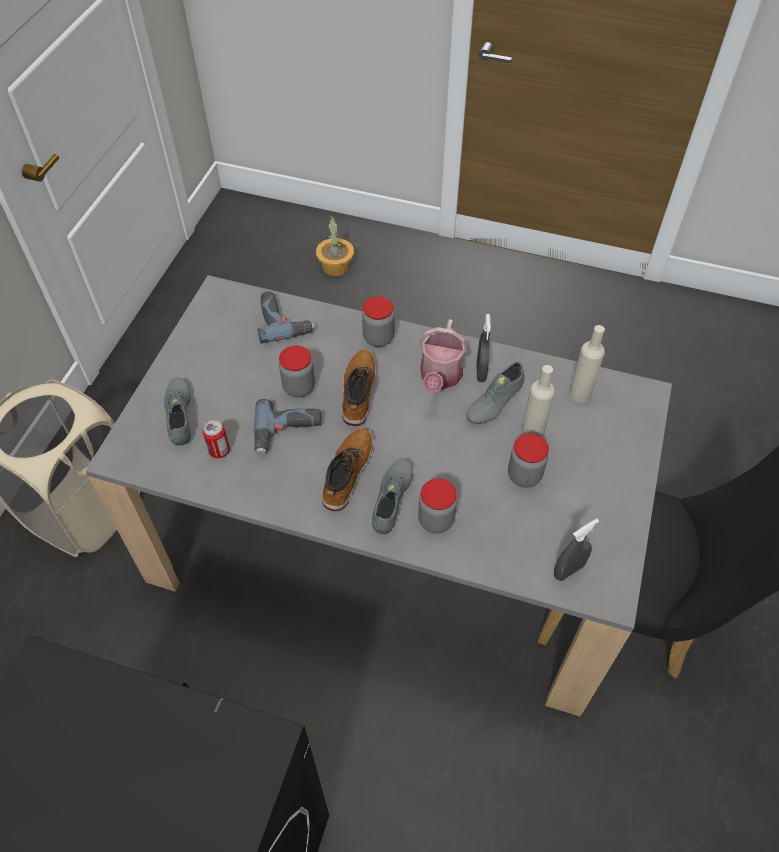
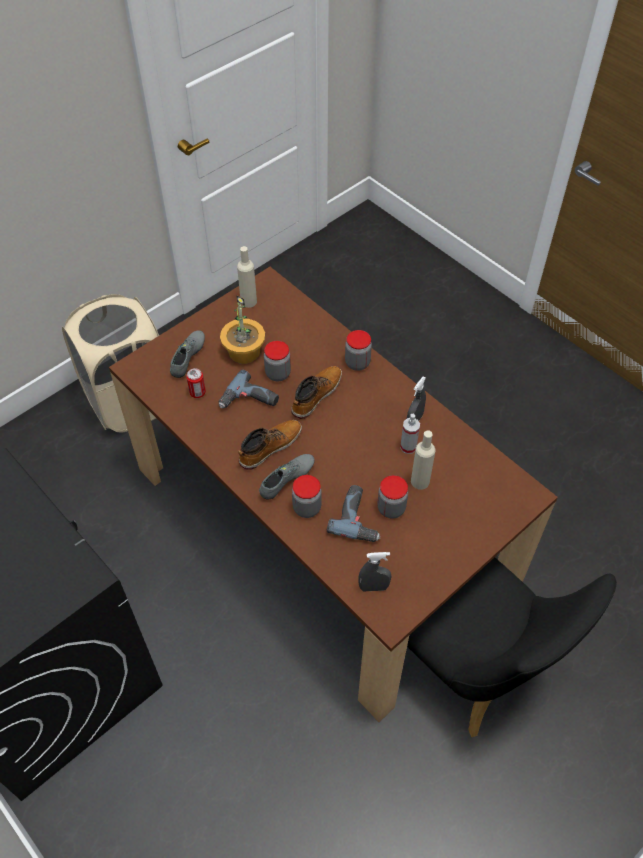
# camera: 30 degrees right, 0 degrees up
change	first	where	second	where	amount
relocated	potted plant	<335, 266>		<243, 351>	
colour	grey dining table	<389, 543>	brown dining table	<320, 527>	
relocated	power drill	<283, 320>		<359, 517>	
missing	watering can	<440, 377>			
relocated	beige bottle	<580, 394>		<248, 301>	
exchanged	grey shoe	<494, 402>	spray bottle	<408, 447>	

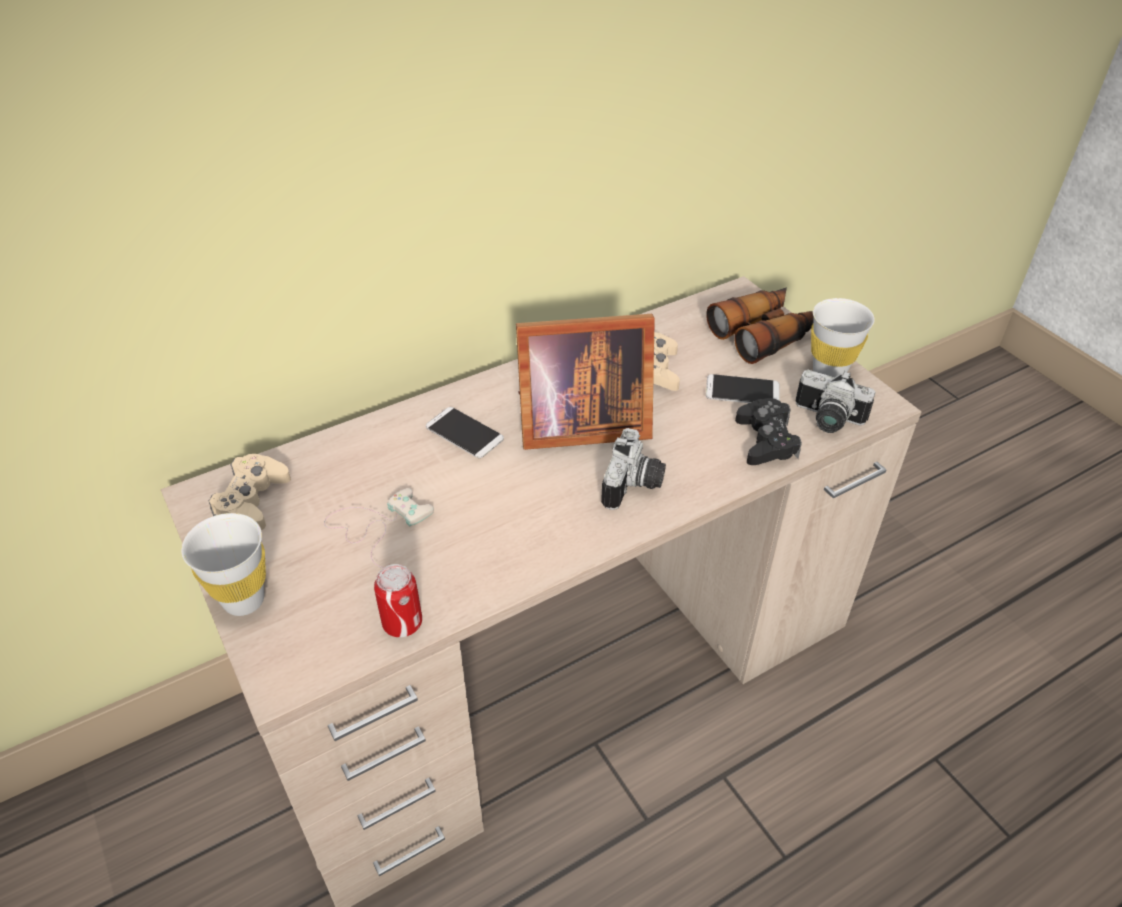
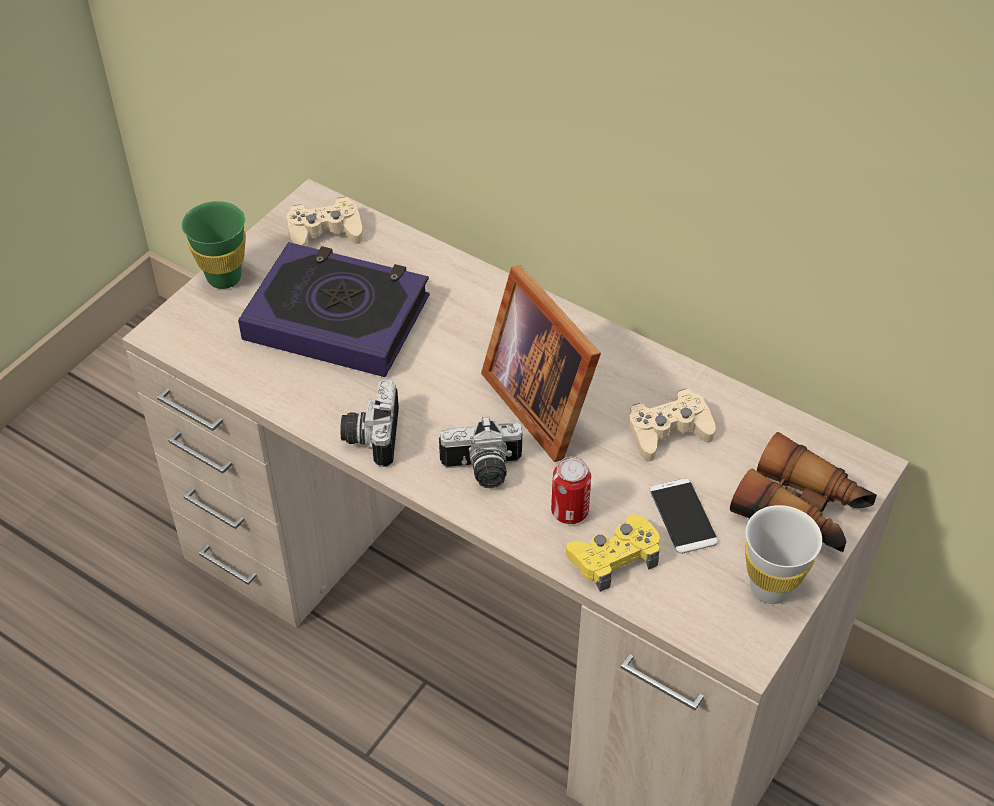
# camera: 65 degrees right, 5 degrees up
change	first	where	second	where	amount
relocated	photo camera	<826, 420>		<370, 436>	
colour	black game controller	<766, 440>	yellow game controller	<614, 557>	
missing	phone	<464, 433>			
exchanged	white game controller	<377, 526>	book	<337, 317>	
colour	white cup	<244, 600>	green cup	<224, 278>	
relocated	can	<402, 623>		<569, 511>	

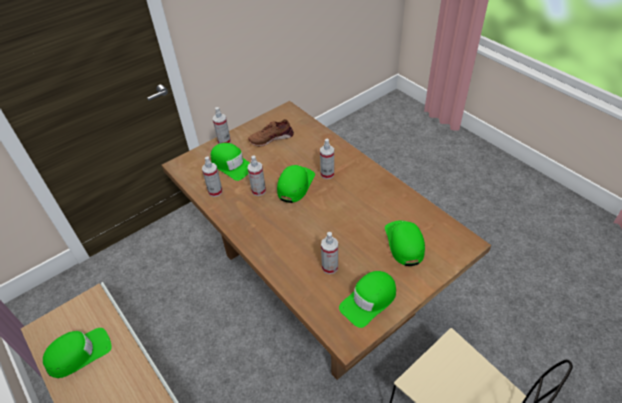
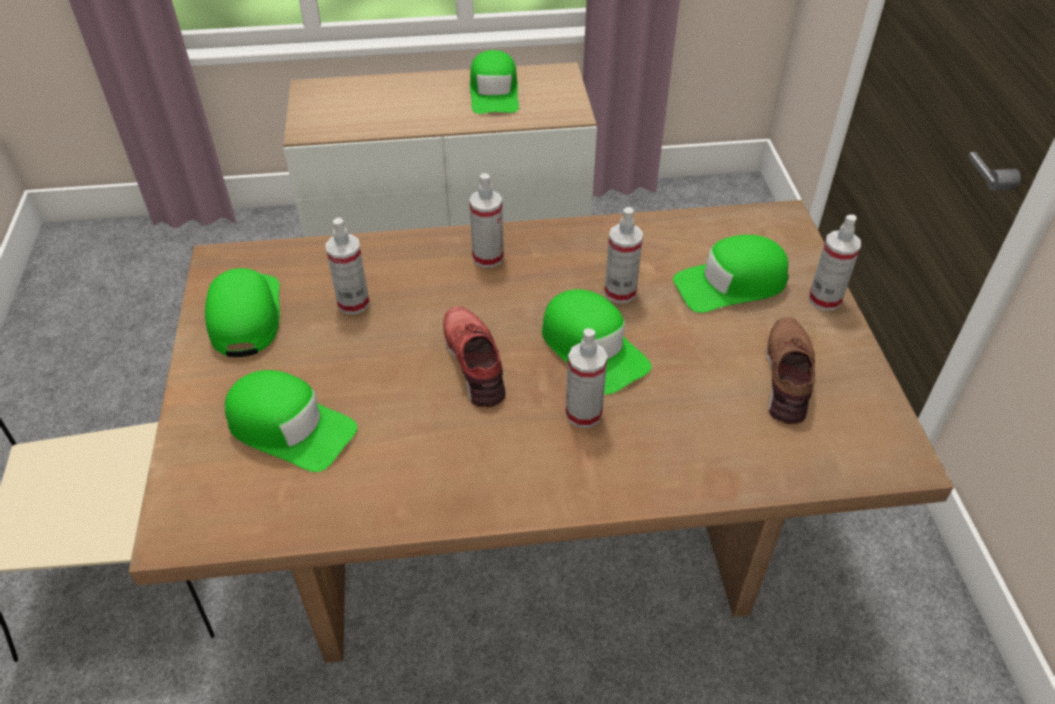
# camera: 120 degrees right, 0 degrees up
change	first	where	second	where	amount
relocated	spray bottle	<215, 191>		<488, 257>	
appeared			red shoe	<476, 362>	

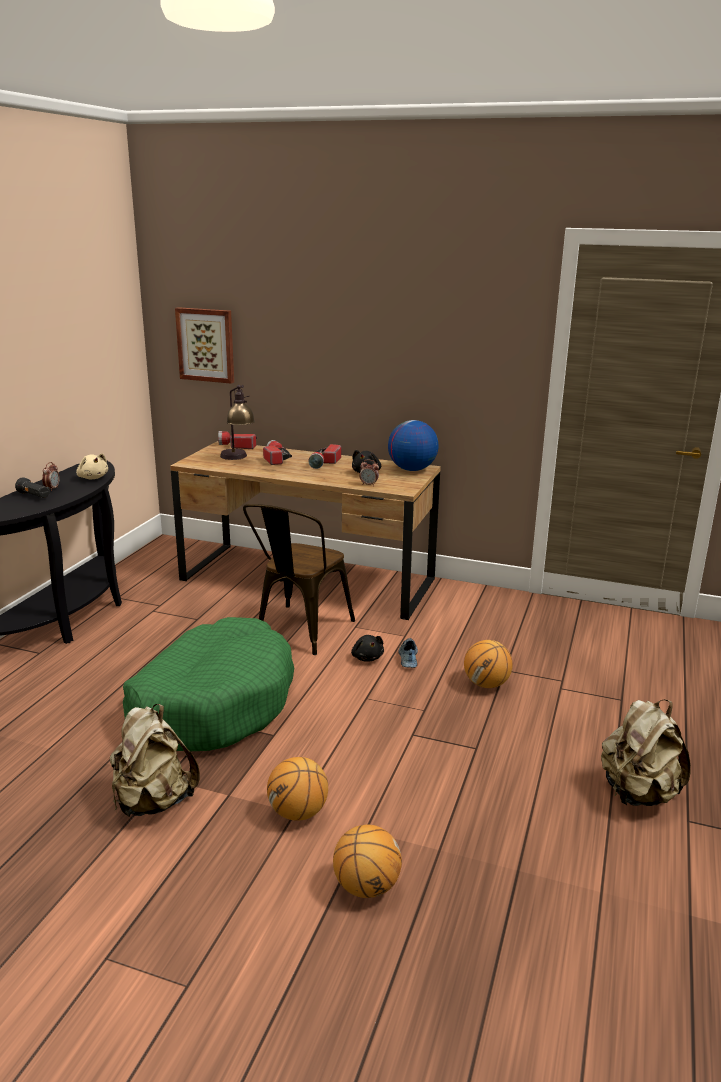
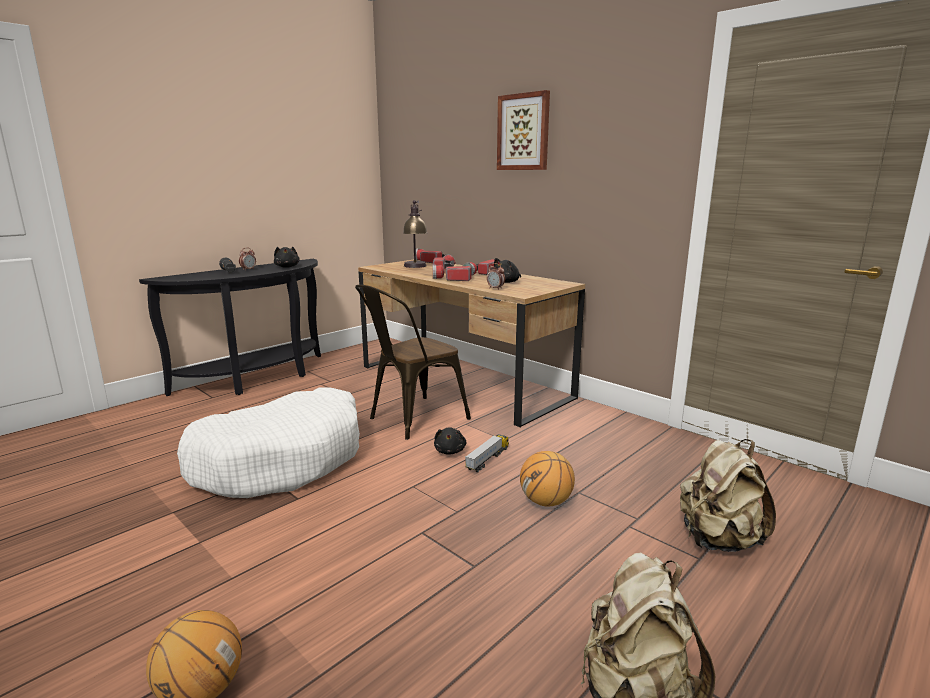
# camera: 25 degrees right, 5 degrees down
change	first	where	second	where	amount
relocated	picture	<206, 345>		<523, 132>	
missing	globe	<411, 469>			
colour	beige plush toy	<93, 478>	black plush toy	<287, 267>	
colour	green dog bed	<212, 703>	white dog bed	<281, 460>	
exchanged	shoe	<407, 658>	toy truck	<488, 459>	
relocated	beige backpack	<153, 801>		<718, 540>	
missing	basketball	<298, 813>			
appeared			flashlight	<451, 279>	

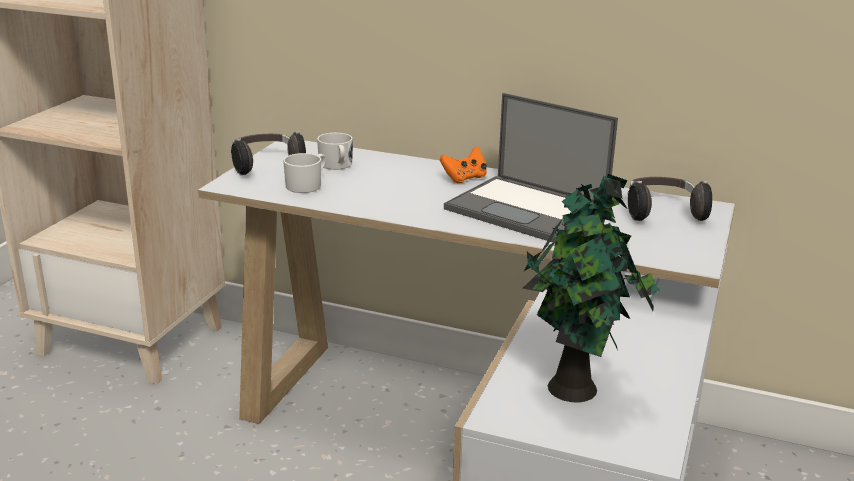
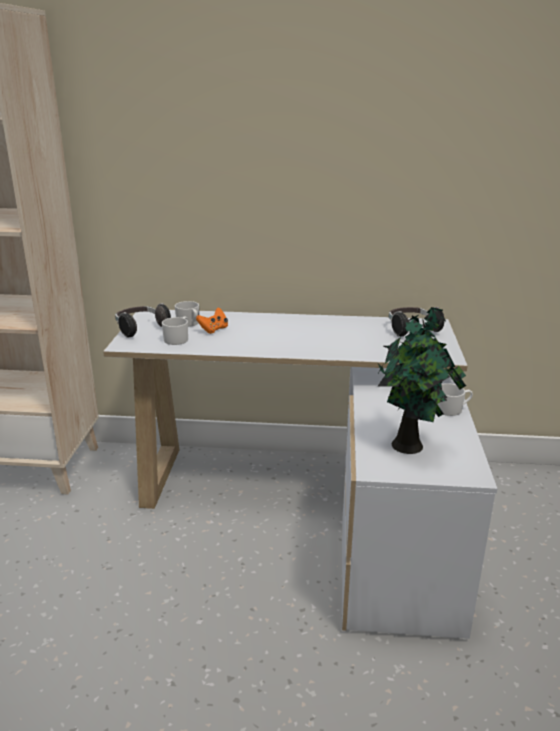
# camera: 15 degrees left, 0 degrees up
change	first	where	second	where	amount
missing	laptop	<528, 210>			
relocated	orange game controller	<464, 178>		<213, 329>	
appeared			white mug	<452, 409>	

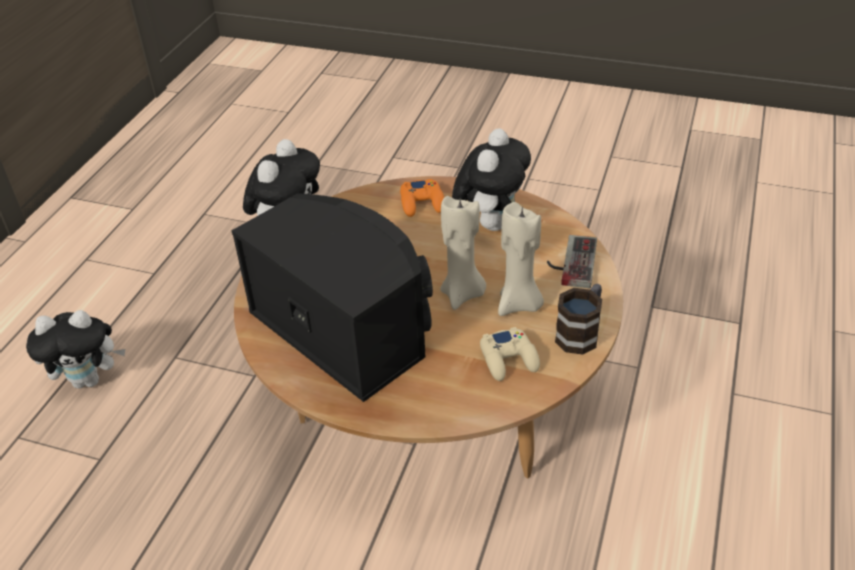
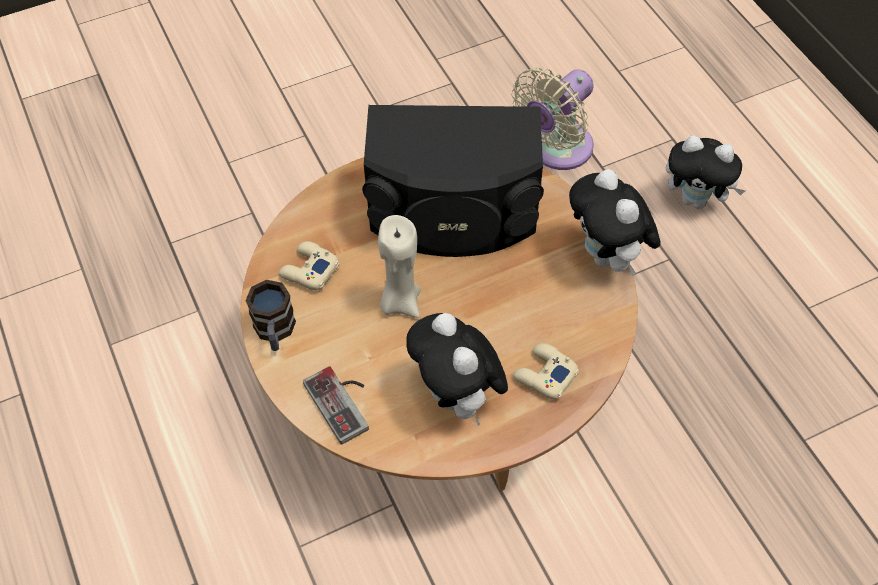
# camera: 135 degrees right, 15 degrees up
change	first	where	second	where	amount
colour	orange game controller	<422, 203>	beige game controller	<544, 375>	
missing	beige candle	<519, 304>			
spun	plush toy	<89, 379>		<696, 199>	105 degrees counterclockwise
appeared			beige fan	<556, 150>	

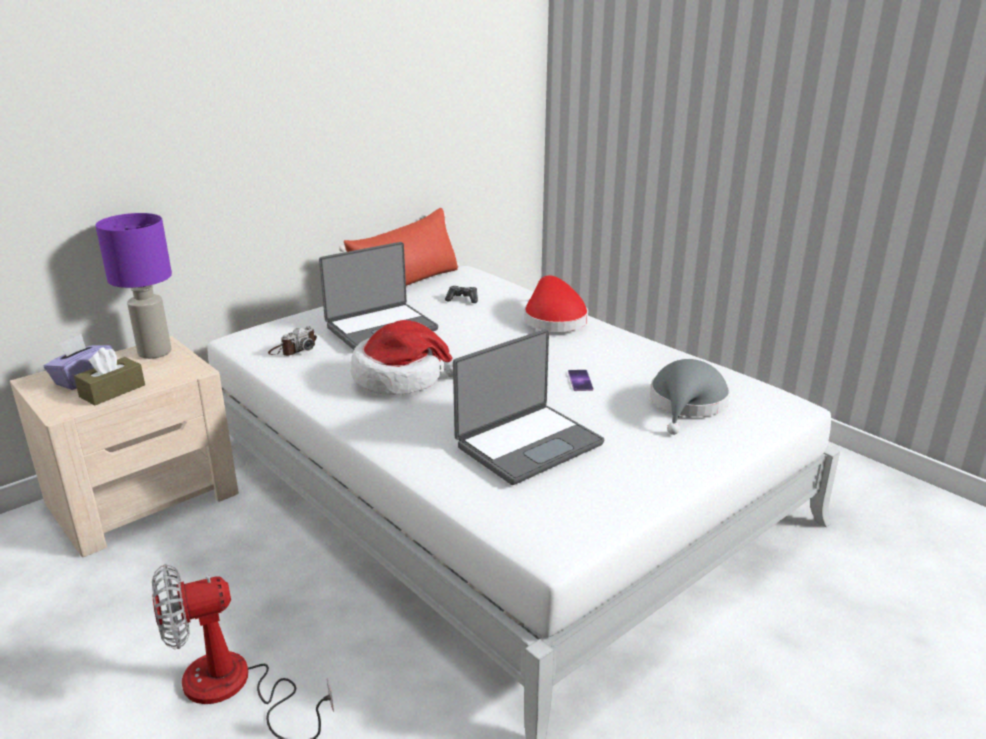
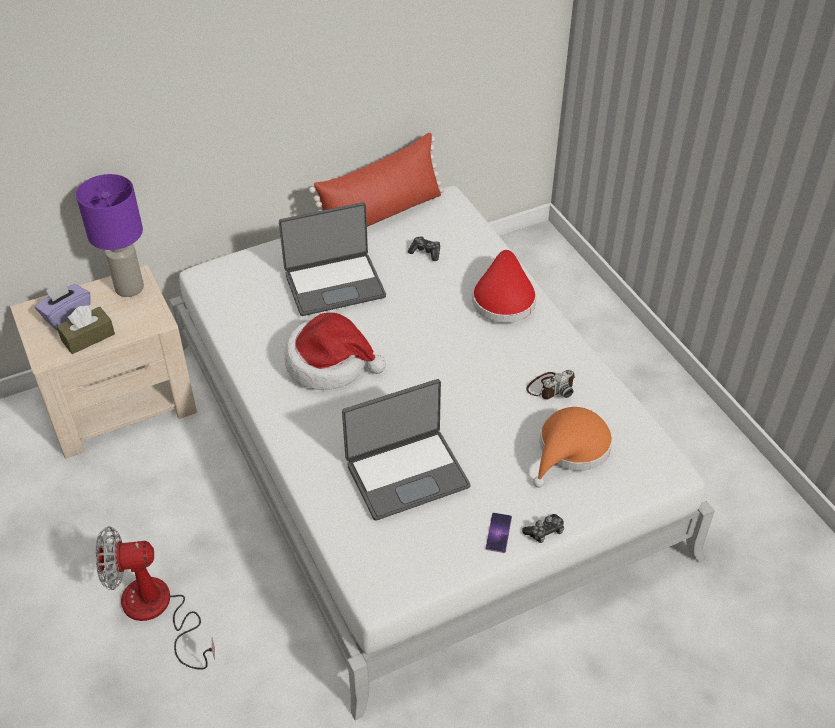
# camera: 15 degrees right, 20 degrees up
change	first	where	second	where	amount
relocated	photo camera	<293, 349>		<550, 387>	
colour	grey hat	<687, 404>	orange hat	<571, 449>	
relocated	phone	<580, 380>		<498, 533>	
appeared			game controller	<544, 532>	

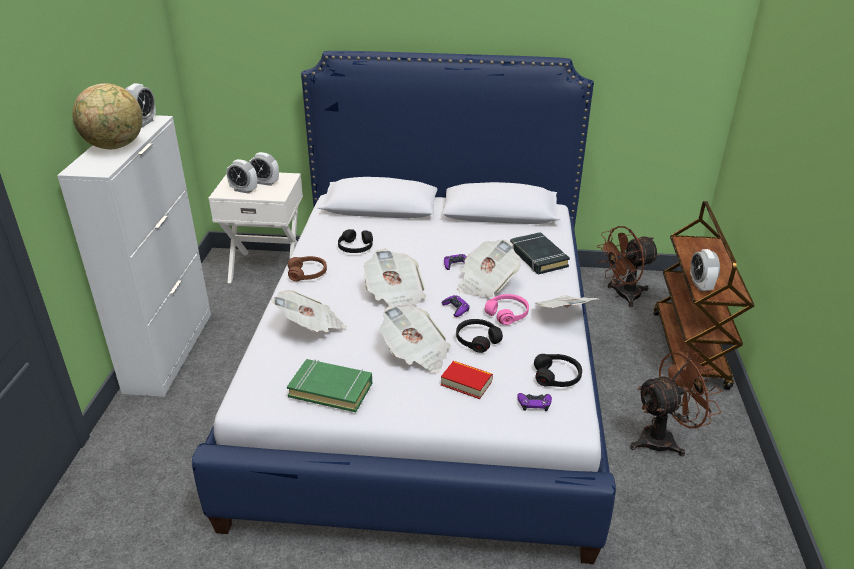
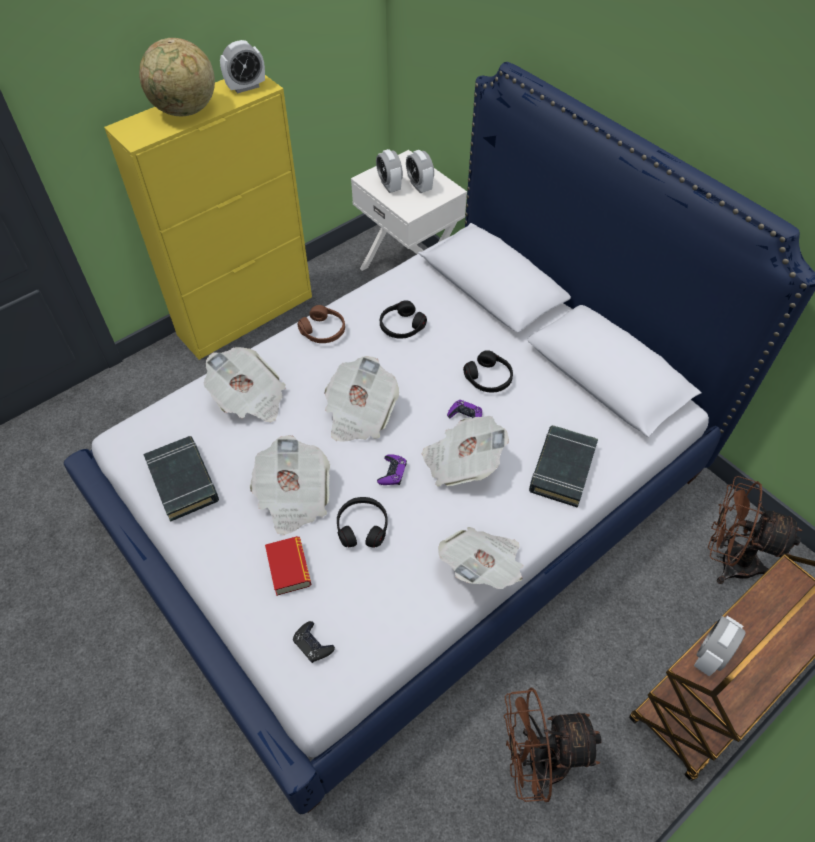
# camera: 45 degrees right, 20 degrees up
change	first	where	second	where	amount
colour	white cabinet	<170, 351>	yellow cabinet	<246, 315>	
missing	pink headphones	<507, 314>			
spun	brown fan	<664, 439>		<536, 763>	150 degrees clockwise
relocated	black headphones	<557, 376>		<488, 378>	
colour	green book	<331, 389>	black book	<183, 481>	
colour	purple game controller	<534, 403>	black game controller	<313, 644>	

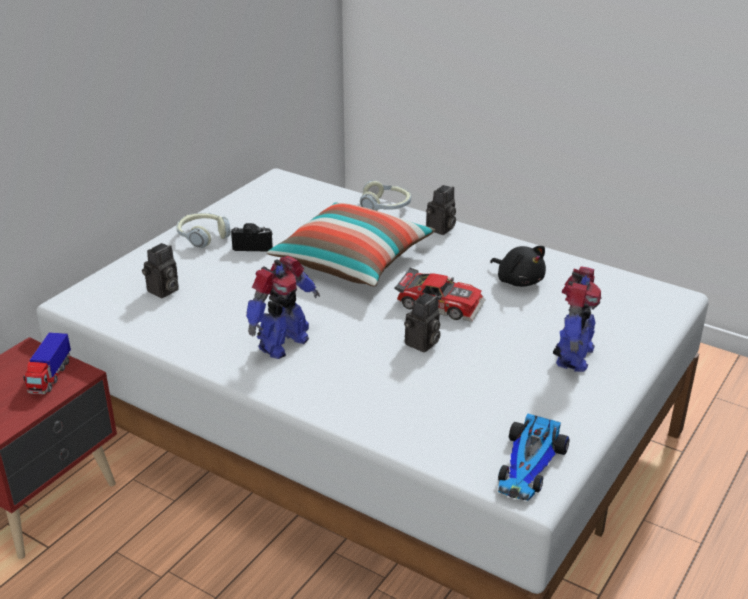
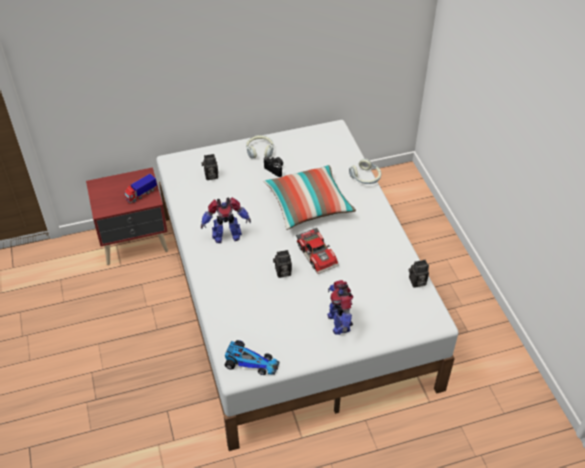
# camera: 40 degrees right, 15 degrees up
change	first	where	second	where	amount
relocated	photo camera	<441, 229>		<417, 282>	
missing	black plush toy	<518, 280>			
spun	toy robot	<573, 356>		<339, 322>	105 degrees clockwise
spun	toy car	<529, 466>		<250, 361>	135 degrees counterclockwise

